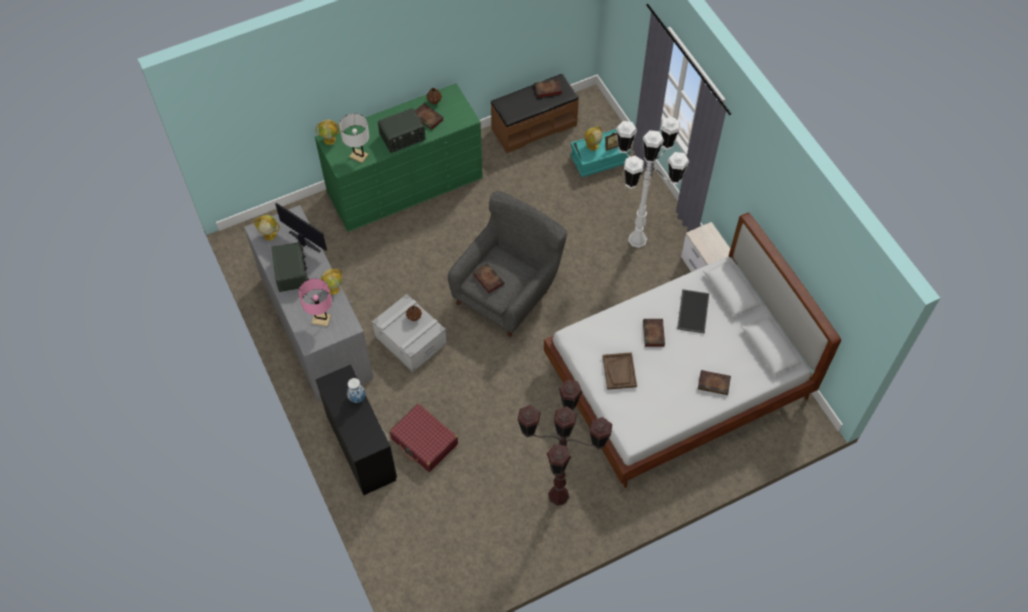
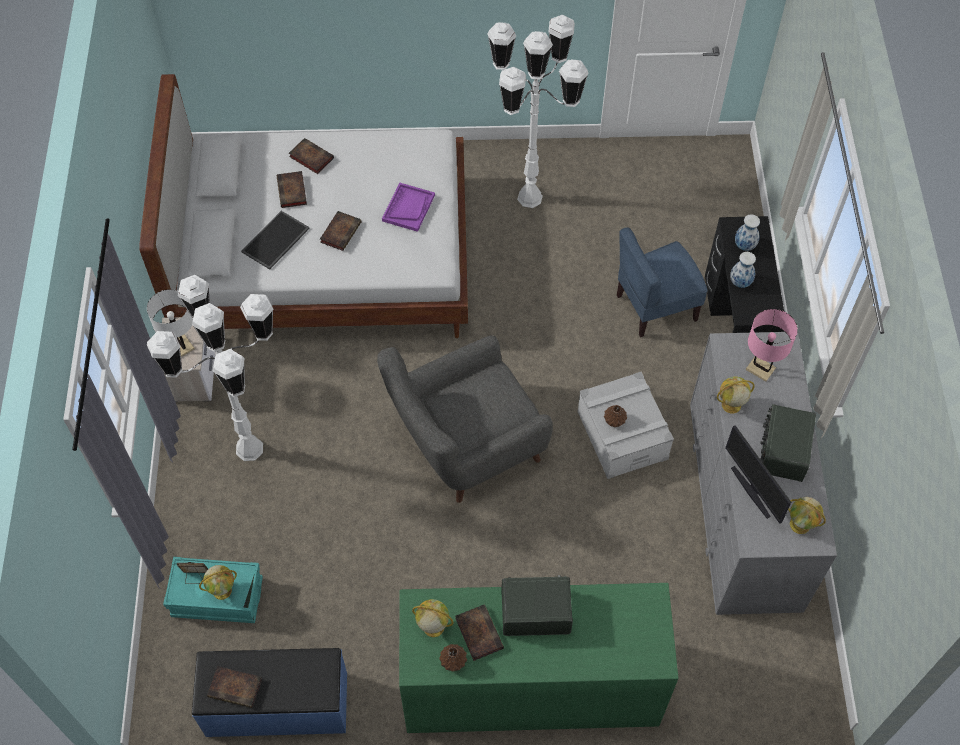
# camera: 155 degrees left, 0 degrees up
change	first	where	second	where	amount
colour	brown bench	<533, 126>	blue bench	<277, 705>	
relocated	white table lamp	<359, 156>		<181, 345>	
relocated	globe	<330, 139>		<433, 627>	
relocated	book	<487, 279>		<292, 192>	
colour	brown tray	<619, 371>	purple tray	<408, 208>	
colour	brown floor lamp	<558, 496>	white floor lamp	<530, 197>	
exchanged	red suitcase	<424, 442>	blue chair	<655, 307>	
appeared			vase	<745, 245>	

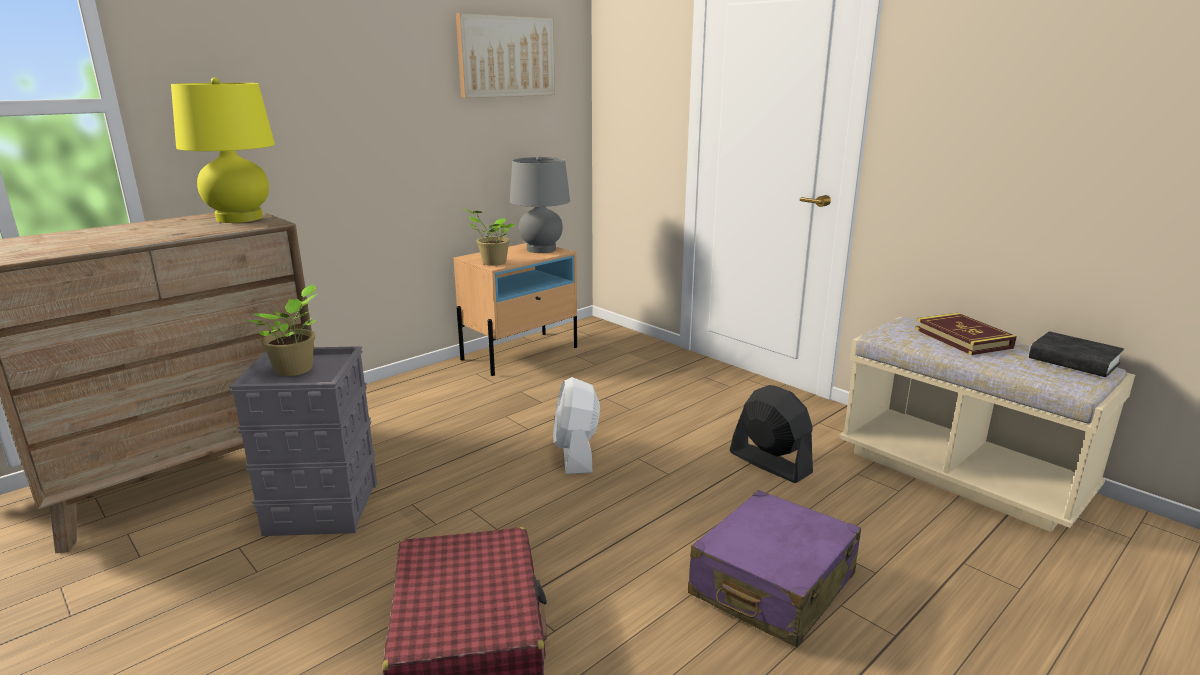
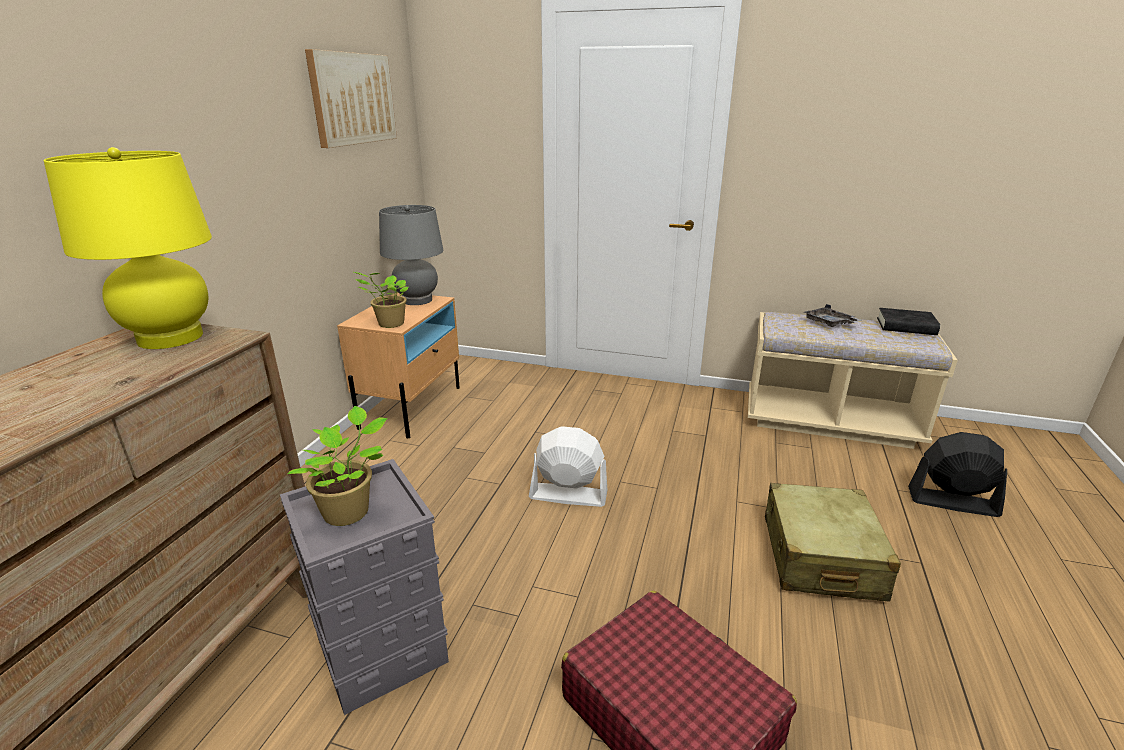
# camera: 30 degrees left, 5 degrees up
change	first	where	second	where	amount
exchanged	book	<962, 338>	grey tray	<829, 323>	
spun	white fan	<576, 454>		<568, 495>	135 degrees clockwise
relocated	black fan	<769, 463>		<952, 502>	
colour	purple suitcase	<772, 585>	beige suitcase	<820, 557>	

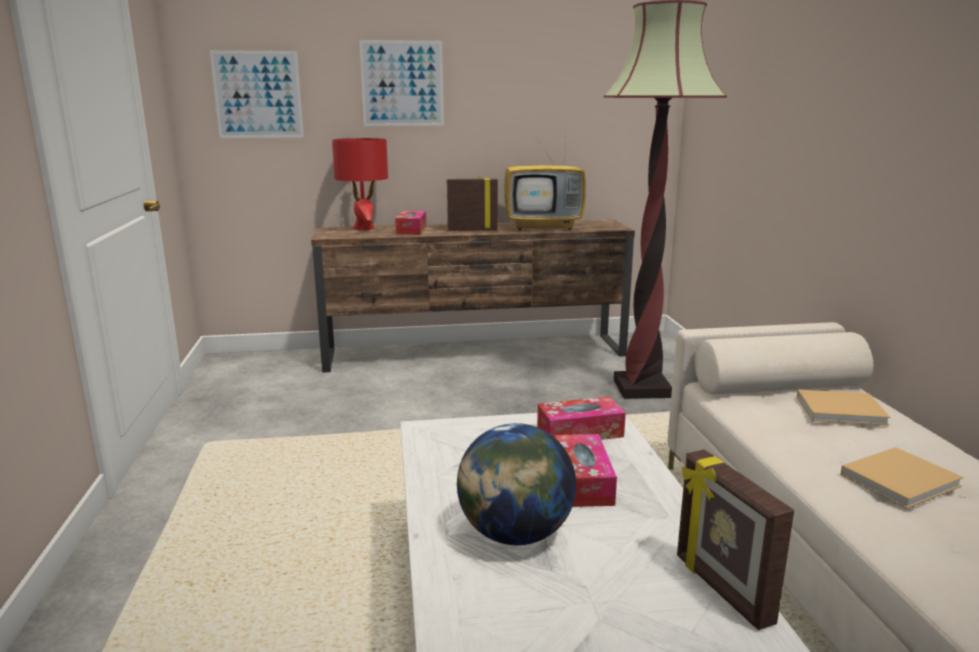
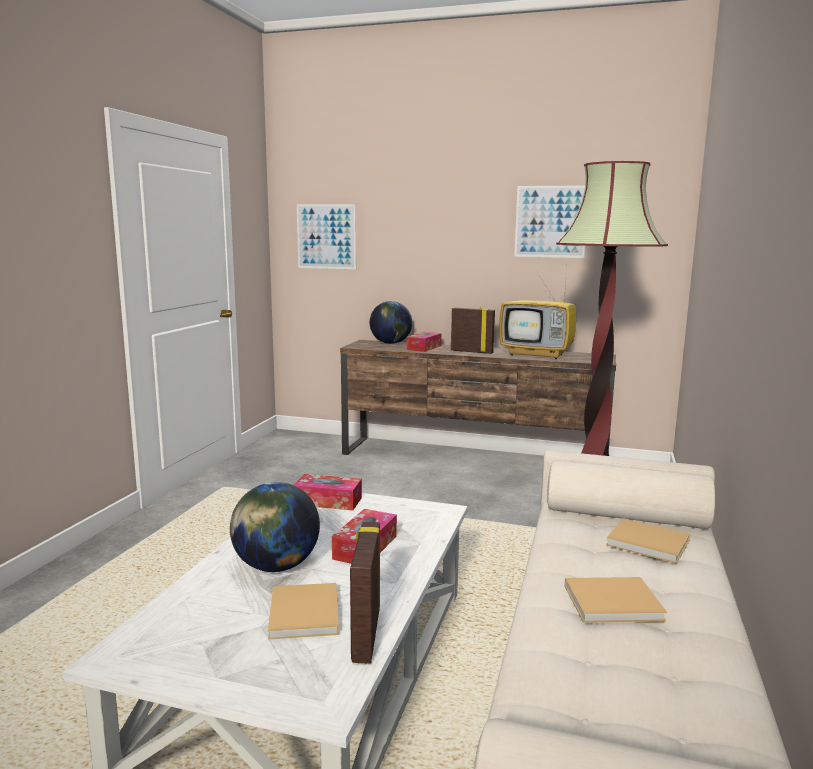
# camera: 25 degrees right, 5 degrees down
change	first	where	second	where	amount
relocated	picture	<402, 83>		<550, 221>	
exchanged	red table lamp	<364, 228>	globe	<391, 343>	
relocated	tissue box	<580, 432>		<328, 501>	
appeared			beige book	<304, 615>	

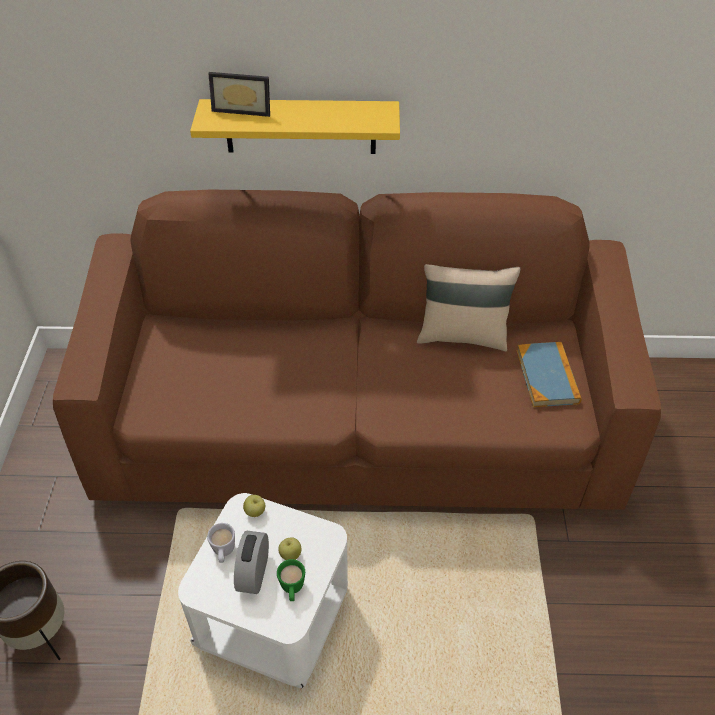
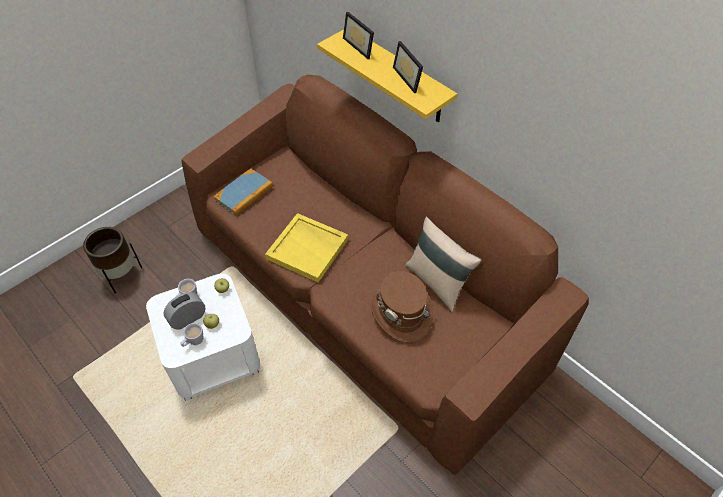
# camera: 45 degrees right, 5 degrees up
change	first	where	second	where	amount
relocated	book	<547, 376>		<244, 193>	
colour	green mug	<292, 589>	white mug	<193, 342>	
appeared			picture frame	<410, 78>	
appeared			yellow tray	<308, 249>	
appeared			brown hat	<401, 314>	

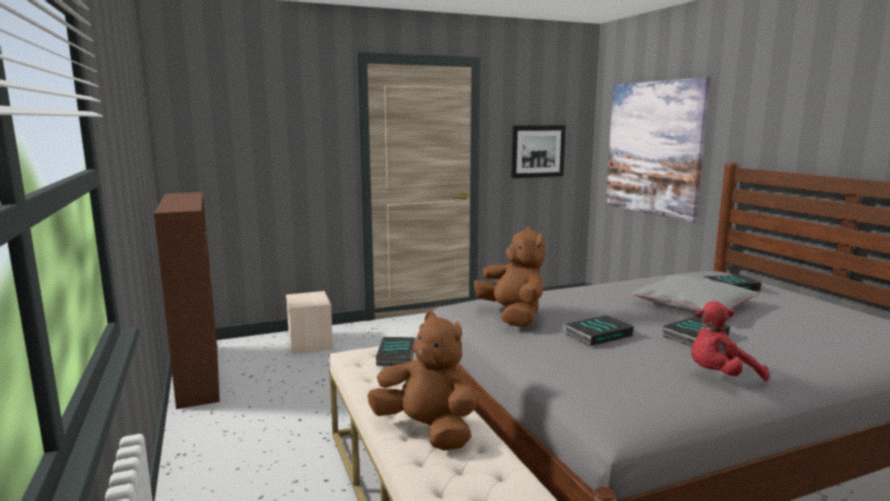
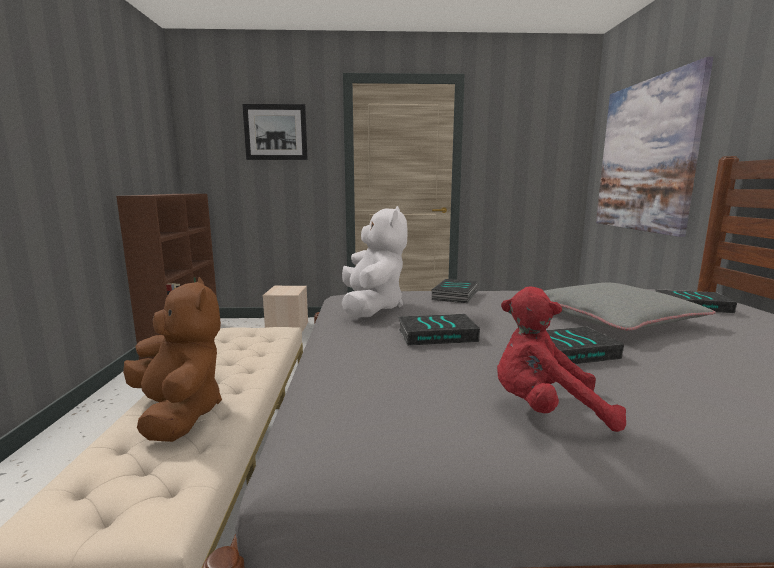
# camera: 20 degrees right, 0 degrees up
change	first	where	second	where	amount
relocated	picture	<538, 151>		<275, 132>	
colour	brown plush toy	<512, 316>	white plush toy	<371, 308>	
relocated	book	<397, 355>		<456, 295>	

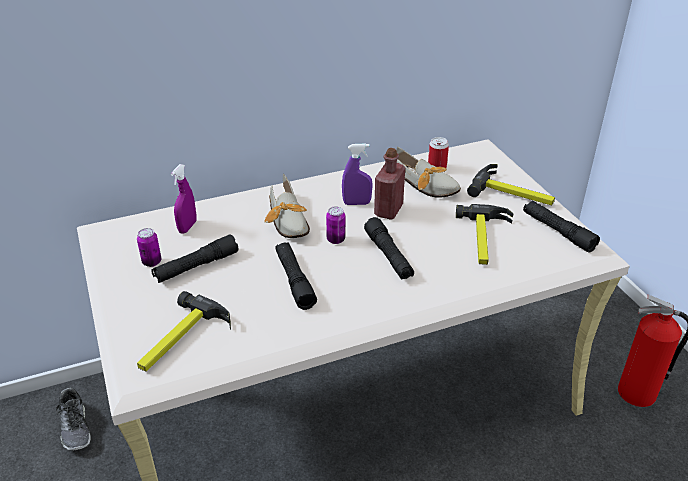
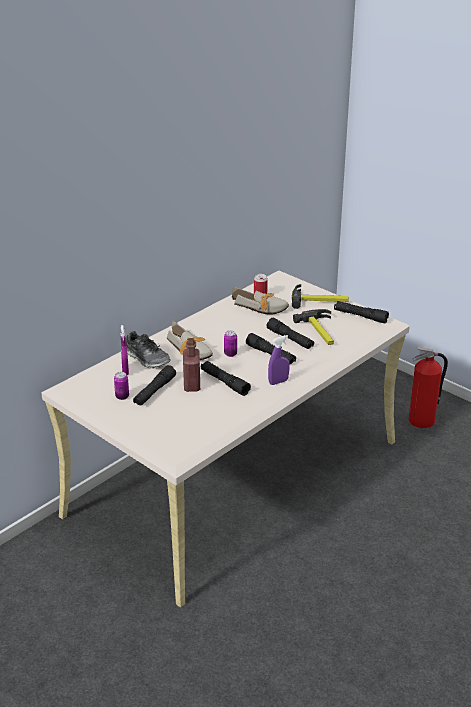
# camera: 25 degrees left, 5 degrees down
change	first	where	second	where	amount
relocated	purple spray bottle	<356, 203>		<278, 382>	
relocated	red bottle	<388, 210>		<192, 385>	
missing	hammer	<182, 340>			
relocated	shoe	<76, 427>		<146, 359>	
appeared			black flashlight	<290, 339>	

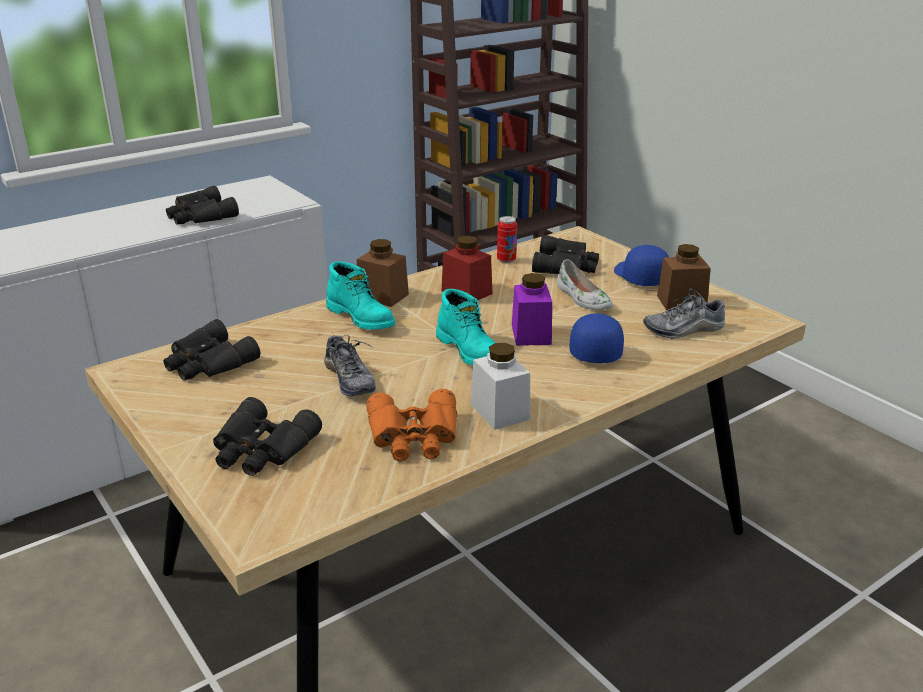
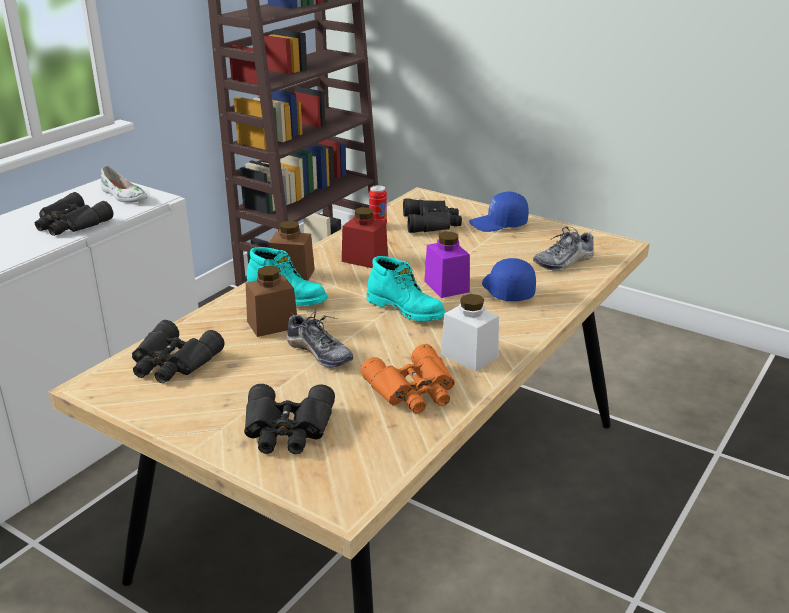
# camera: 20 degrees left, 0 degrees up
change	first	where	second	where	amount
relocated	brown jar	<681, 302>		<272, 324>	
spun	blue cap	<639, 277>		<499, 224>	60 degrees counterclockwise
relocated	white shoe	<582, 298>		<123, 196>	

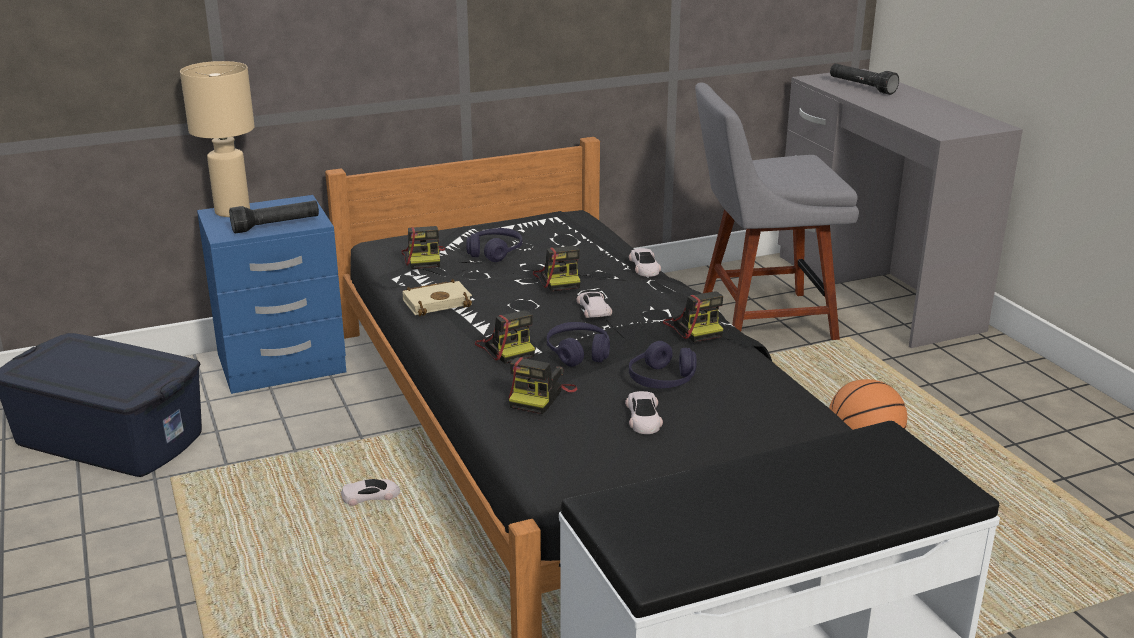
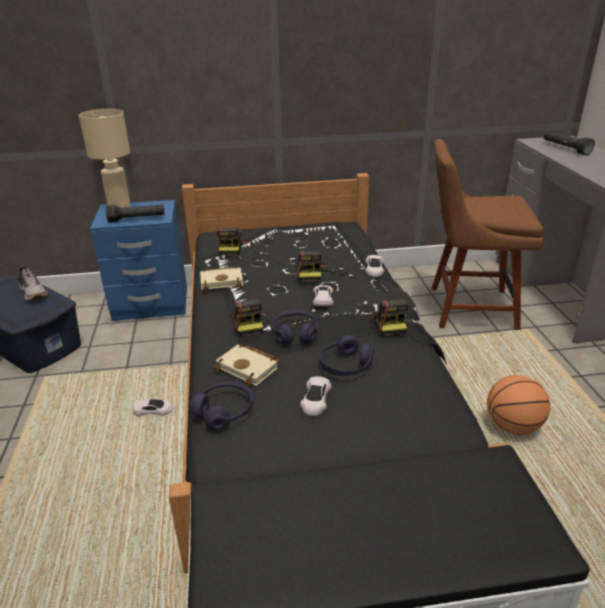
# camera: 15 degrees right, 5 degrees up
change	first	where	second	where	amount
colour	grey chair	<759, 320>	brown chair	<467, 308>	
relocated	purple headphones	<495, 252>		<224, 411>	
exchanged	photo camera	<540, 396>	beige book	<249, 368>	
appeared			shoe	<33, 292>	

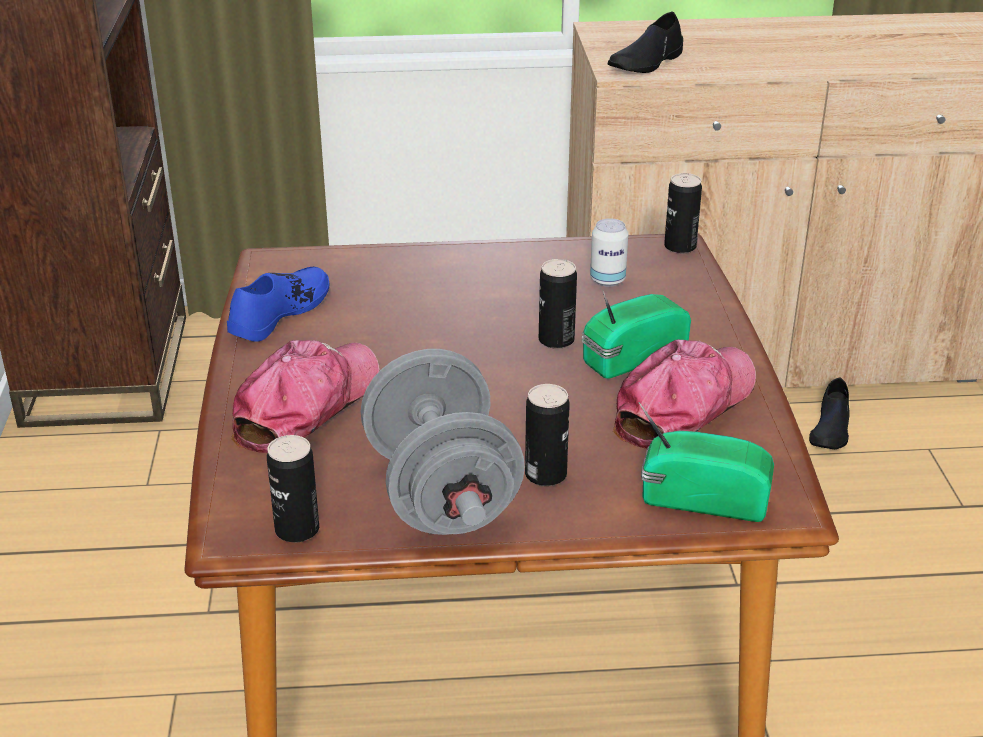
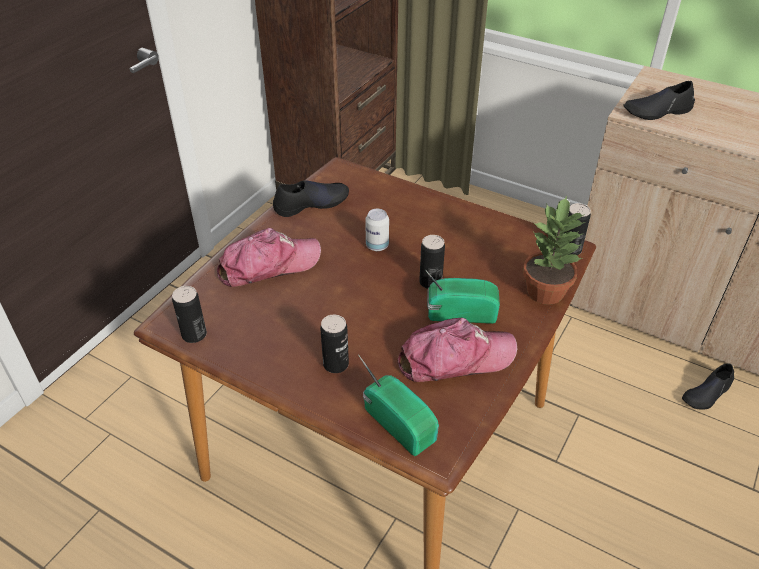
# camera: 35 degrees right, 10 degrees up
change	first	where	second	where	amount
relocated	can	<607, 280>		<377, 246>	
colour	blue shoe	<279, 313>	black shoe	<311, 204>	
missing	grey dumbbell	<441, 493>			
appeared			potted plant	<546, 291>	

